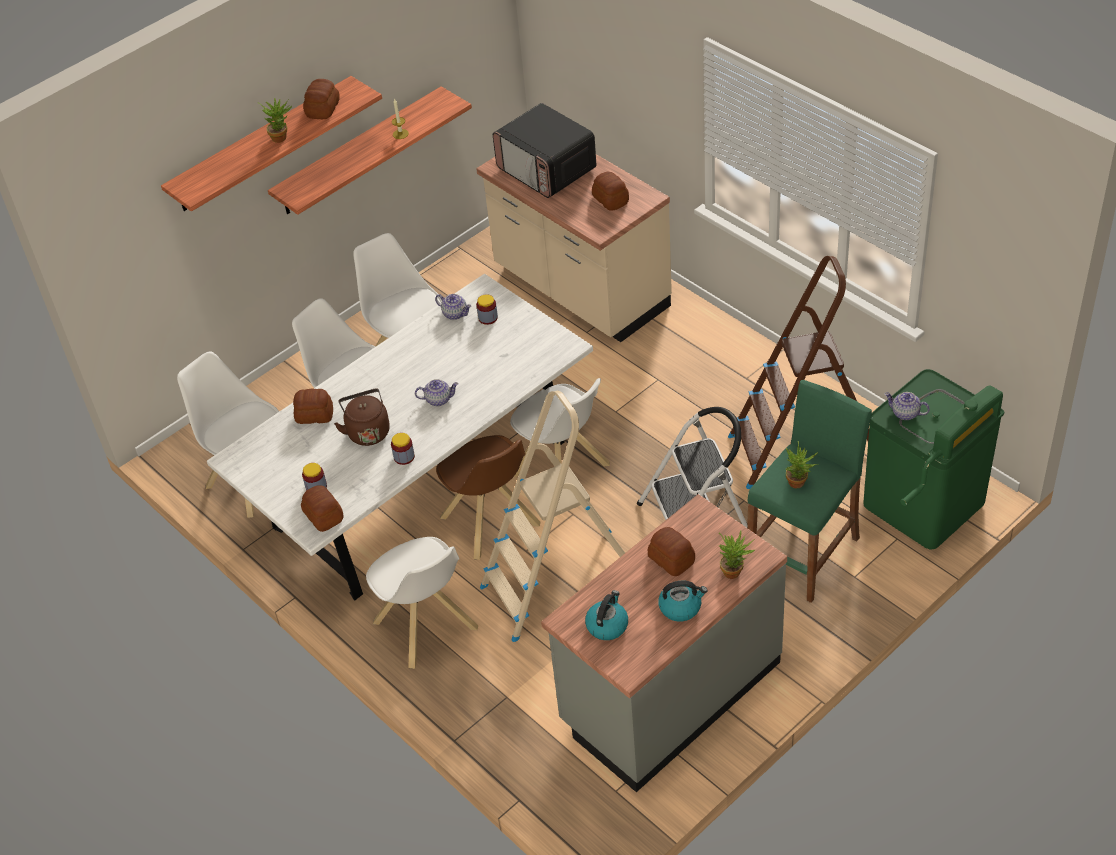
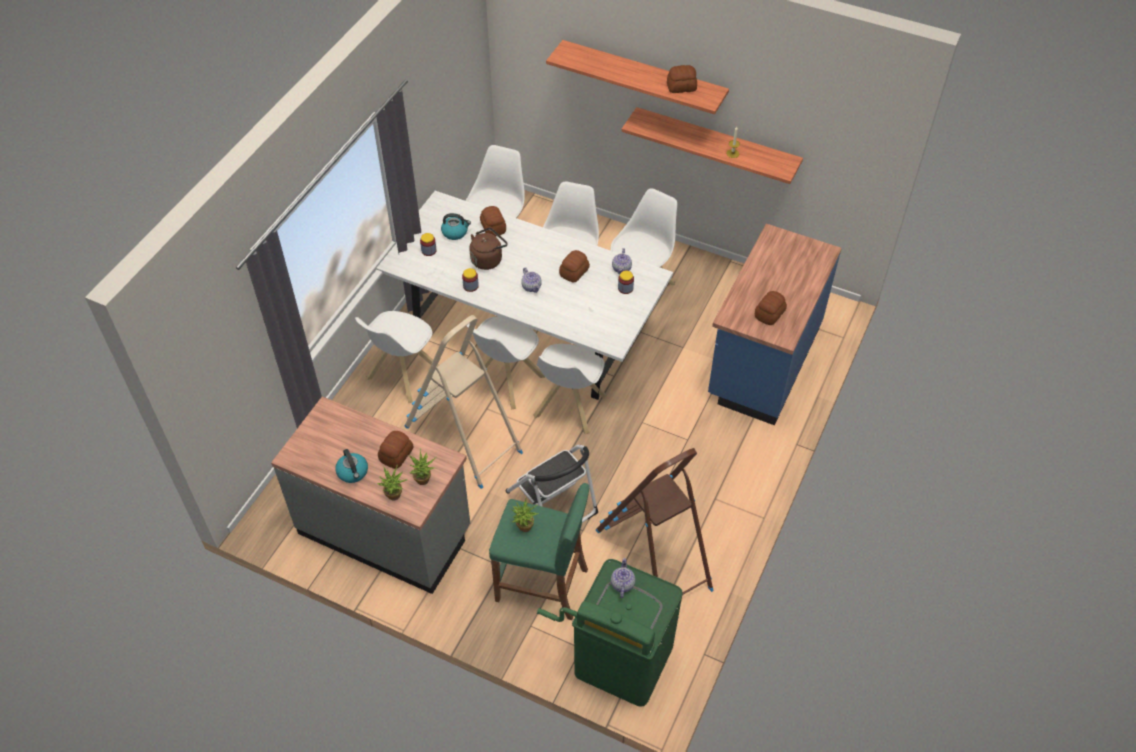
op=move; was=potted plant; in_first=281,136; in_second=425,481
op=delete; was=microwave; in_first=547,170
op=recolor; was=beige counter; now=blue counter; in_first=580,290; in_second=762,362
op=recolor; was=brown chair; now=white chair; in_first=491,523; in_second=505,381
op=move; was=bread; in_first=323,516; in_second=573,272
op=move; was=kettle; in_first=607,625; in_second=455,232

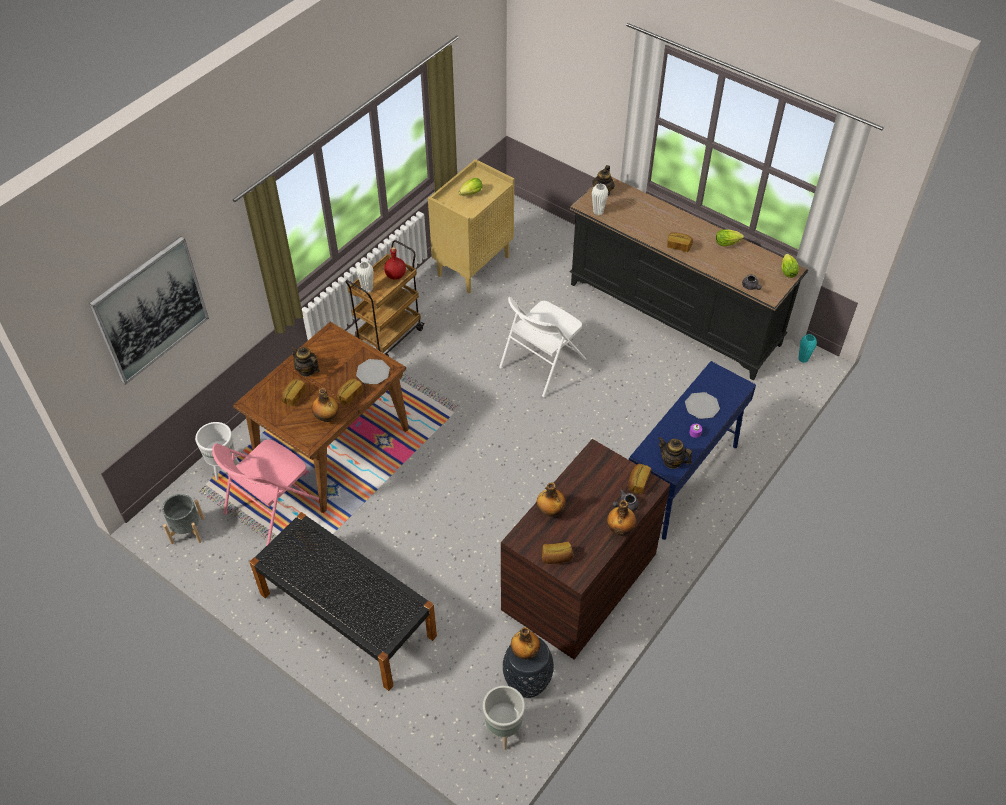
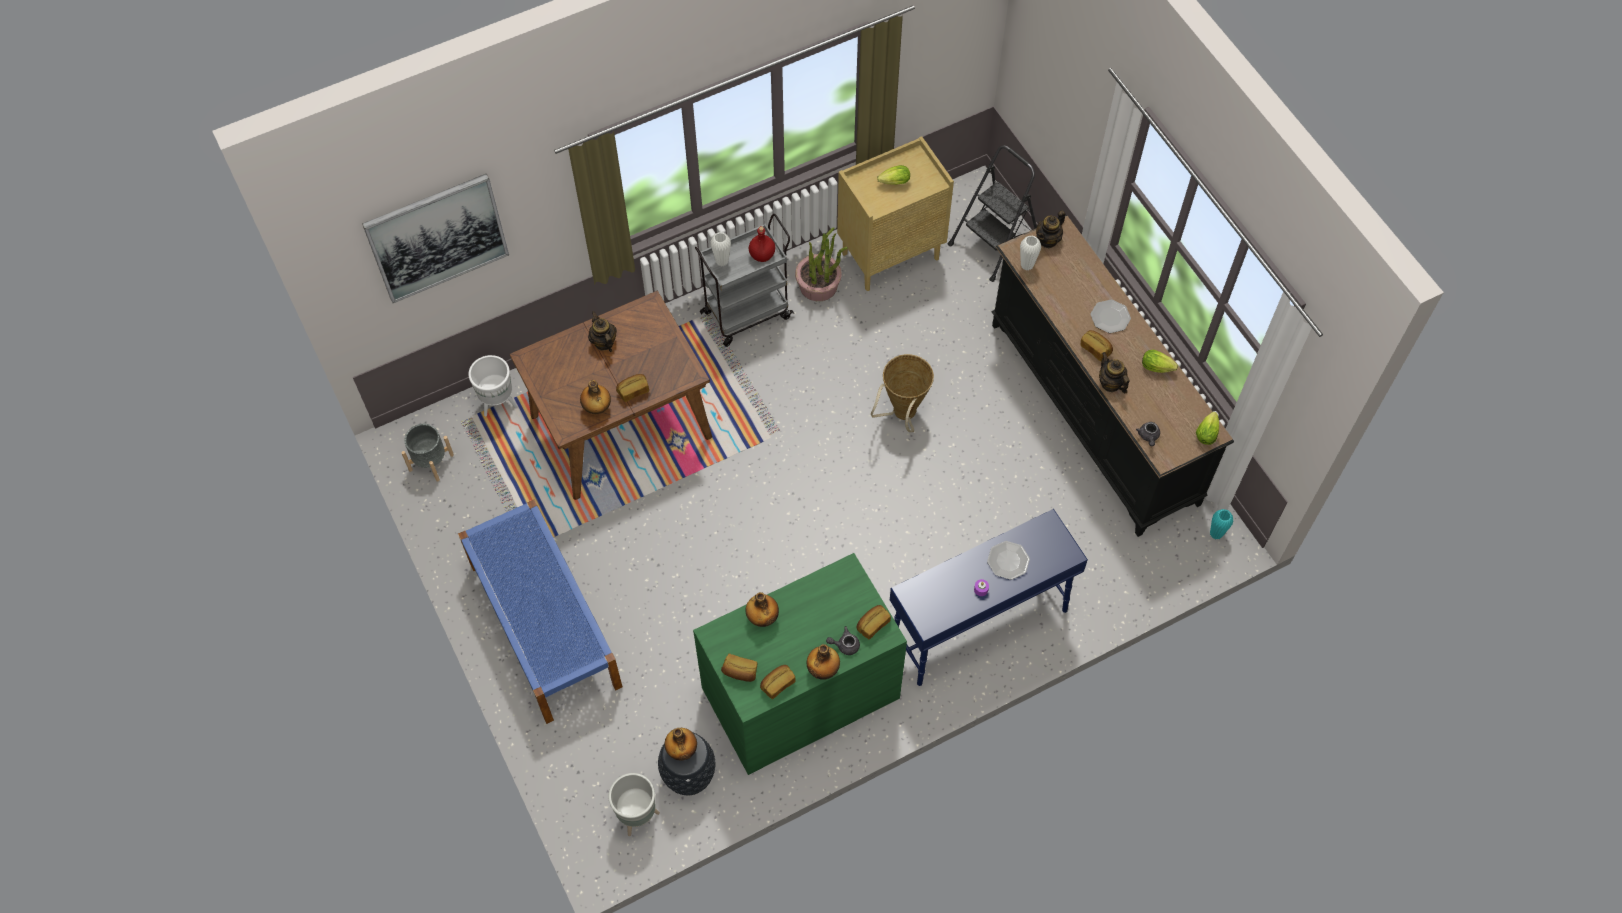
op=recolor; was=brown cart; now=grey cart; in_first=390,337; in_second=747,314
op=replace; was=white chair; now=basket; in_first=542,363; in_second=902,416
op=move; was=plate; in_first=373,372; in_second=1110,317
op=move; was=bread; in_first=293,396; in_second=777,684
op=move; was=teapot; in_first=672,461; in_second=1110,383
op=delete; was=pink chair; in_first=272,506
op=recolor; was=brown dresser; now=green dresser; in_first=579,581; in_second=800,693
op=recolor; was=black bench; now=blue bench; in_first=347,615; in_second=544,625
op=insert; now=black step ladder; in_second=997,241
op=insert; now=potted plant; in_second=819,285

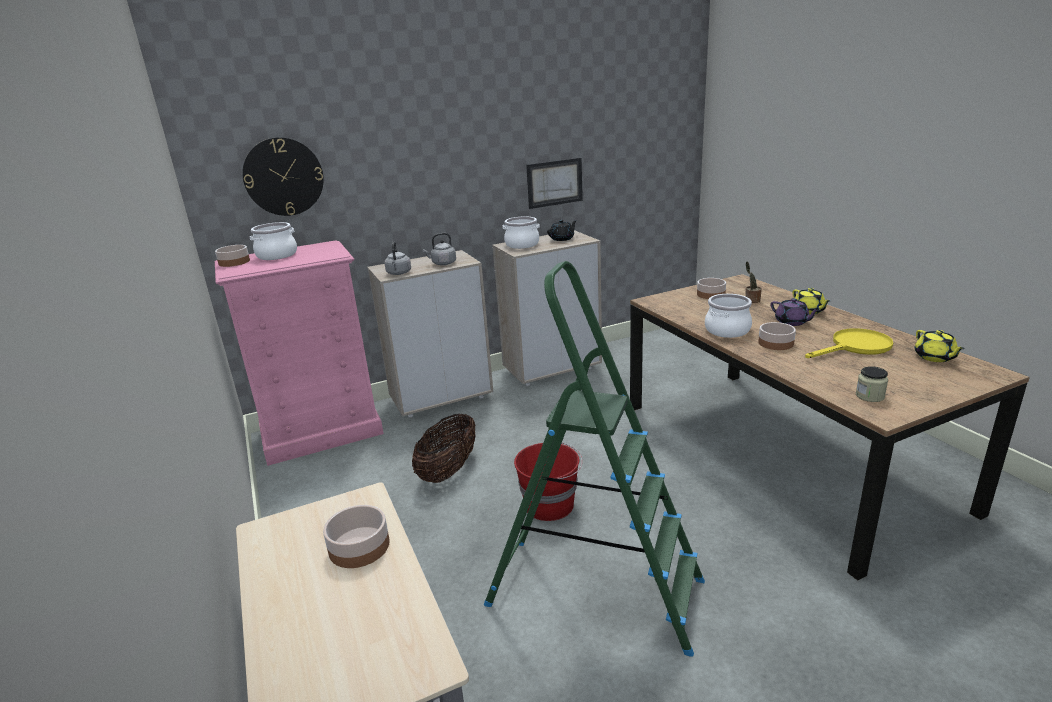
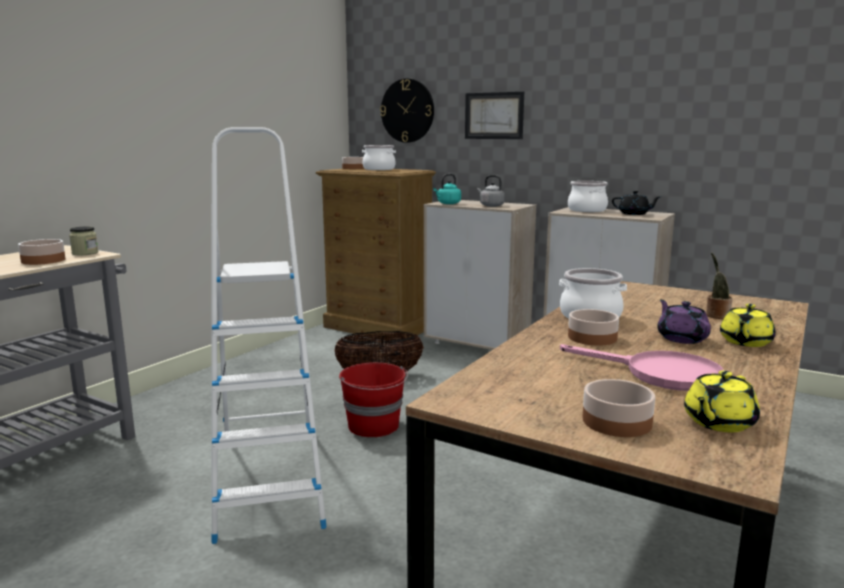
op=move; was=picture; in_first=554,183; in_second=494,115
op=recolor; was=pink dresser; now=brown dresser; in_first=323,432; in_second=379,327
op=recolor; was=grey kettle; now=turquoise kettle; in_first=398,273; in_second=448,203
op=recolor; was=green step ladder; now=white step ladder; in_first=596,592; in_second=269,476
op=move; was=bowl; in_first=710,294; in_second=616,421
op=rotate; was=purple teapot; in_first=792,322; in_second=681,338; clockwise=150
op=recolor; was=yellow frying pan; now=pink frying pan; in_first=855,347; in_second=659,374
op=move; was=jar; in_first=869,396; in_second=85,253

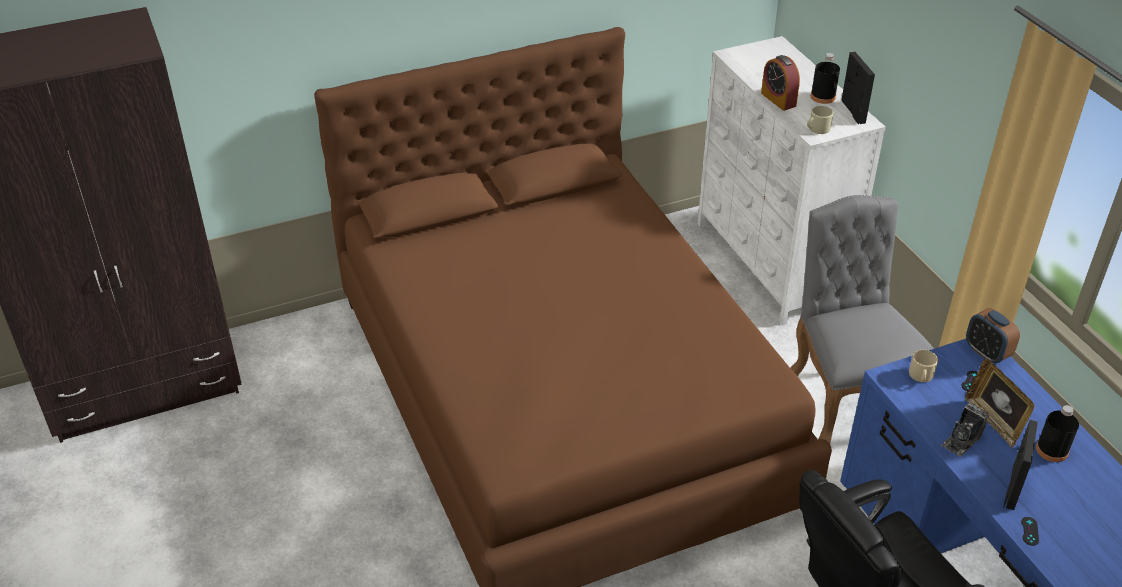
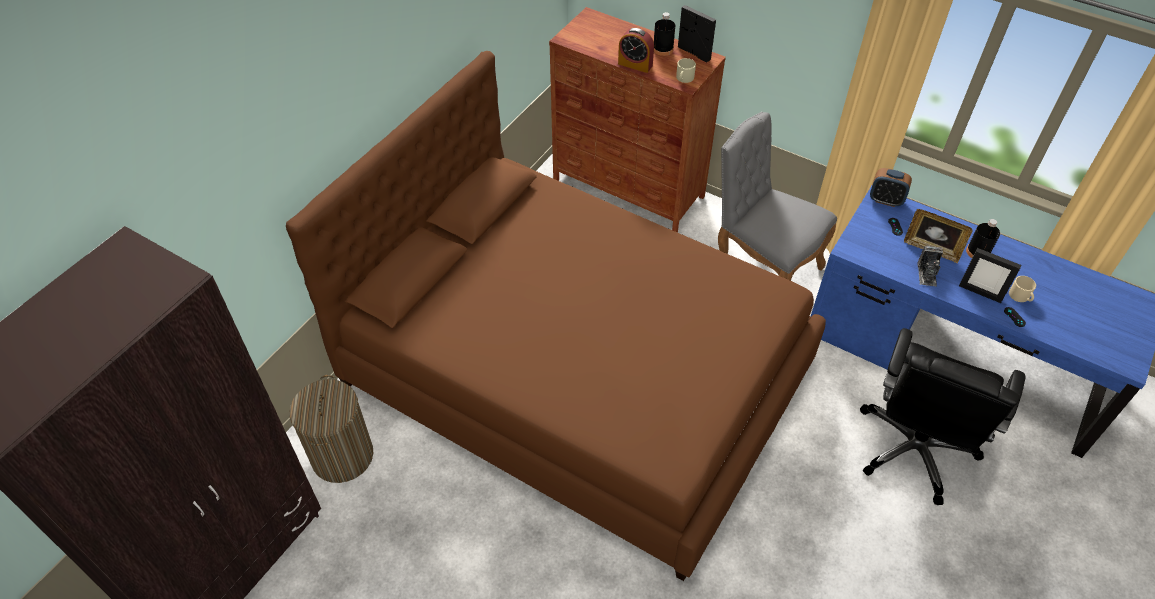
op=recolor; was=white dresser; now=brown dresser; in_first=770,263; in_second=628,188
op=move; was=beige mug; in_first=921,376; in_second=1020,296
op=rotate; was=picture frame; in_first=1011,488; in_second=980,292; clockwise=135
op=insert; now=laundry basket; in_second=342,455

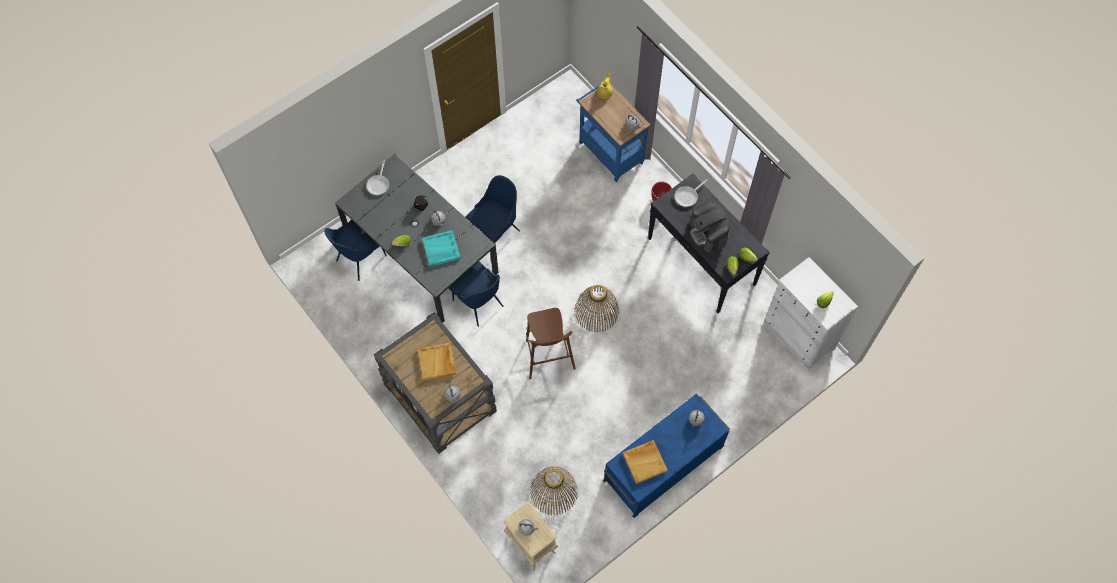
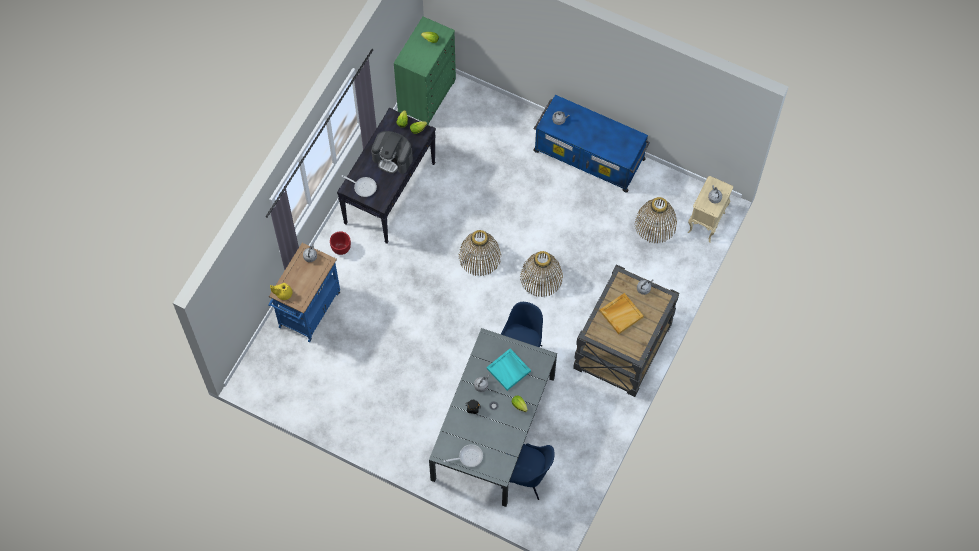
op=delete; was=blue chair; in_first=495,233
op=rotate; was=coffee machine; in_first=708,233; in_second=393,158; clockwise=75
op=recolor; was=white dresser; now=green dresser; in_first=798,338; in_second=428,97
op=replace; was=brown stool; now=basket; in_first=548,357; in_second=541,277
op=delete; was=beige tray; in_first=645,462

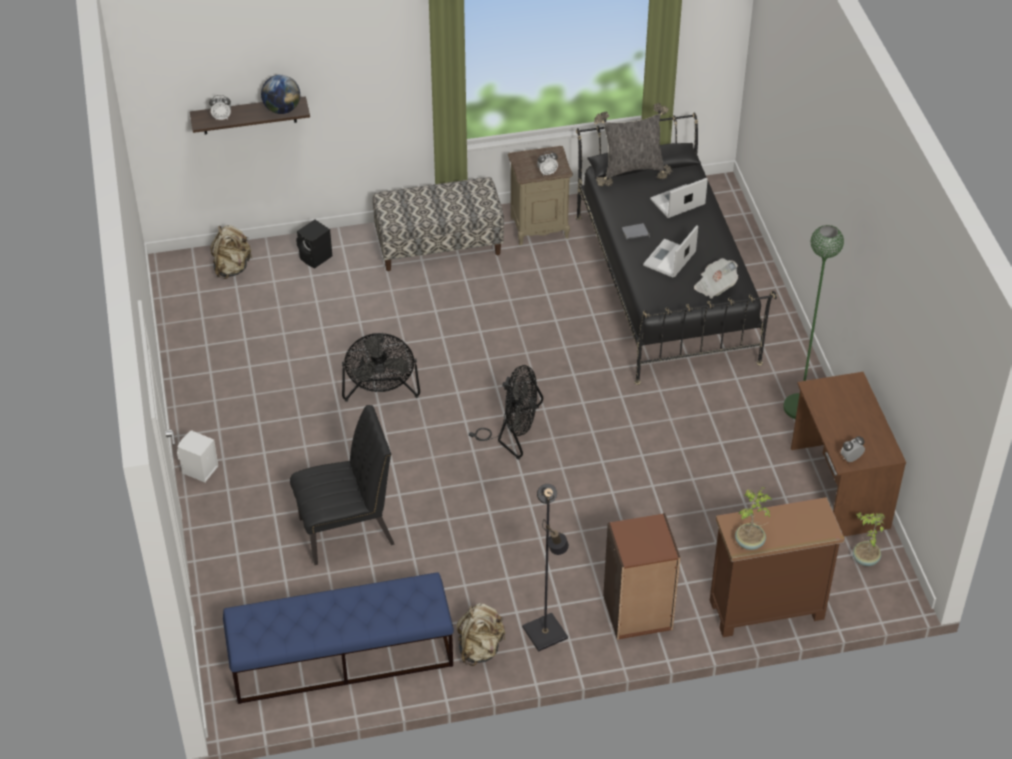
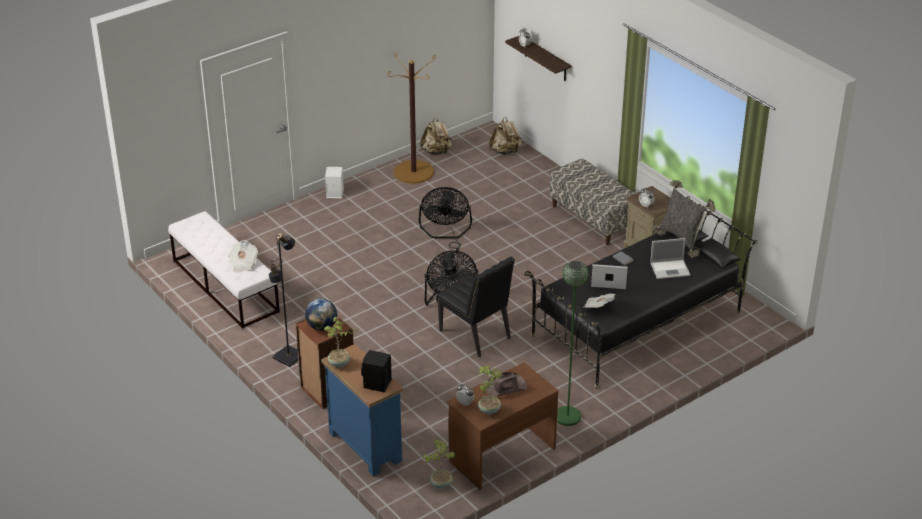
op=move; was=globe; in_first=282,109; in_second=321,327
op=rotate; was=laptop; in_first=676,202; in_second=670,269; clockwise=135
op=move; was=black speaker; in_first=316,258; in_second=376,384
op=rotate; was=black fan; in_first=378,388; in_second=447,234; clockwise=120
op=move; was=black chair; in_first=346,532; in_second=474,334
op=recolor; was=brown dresser; now=blue dresser; in_first=765,609; in_second=365,446
op=recolor; was=blue bench; now=white bench; in_first=340,658; in_second=225,285
op=move; was=beige backpack; in_first=480,649; in_second=436,151
op=insert; now=brown clothes rack; in_second=413,172
op=insert; now=newspaper; in_second=243,263
op=insert; now=potted plant; in_second=488,410
op=insert; now=brown hat; in_second=505,387

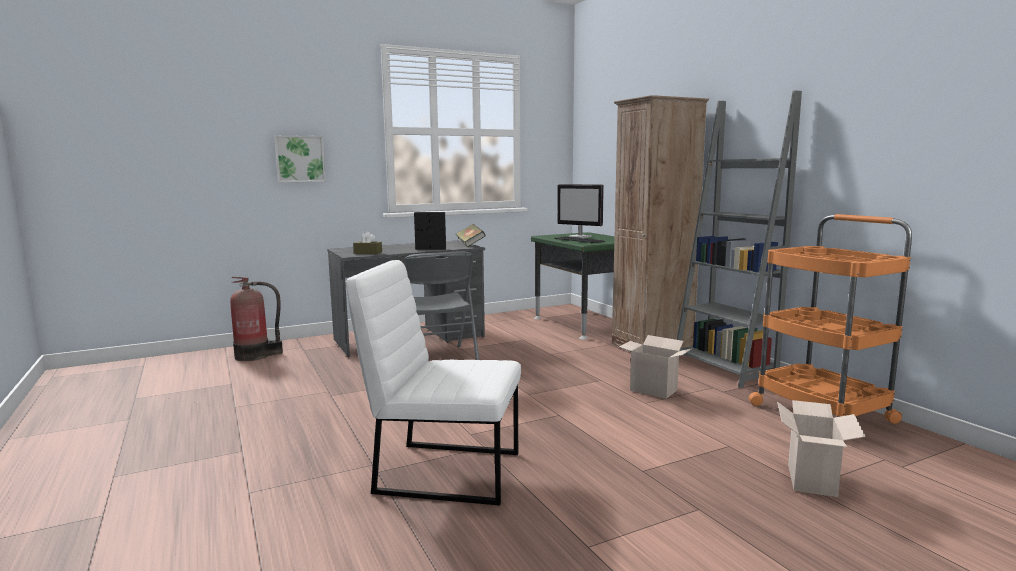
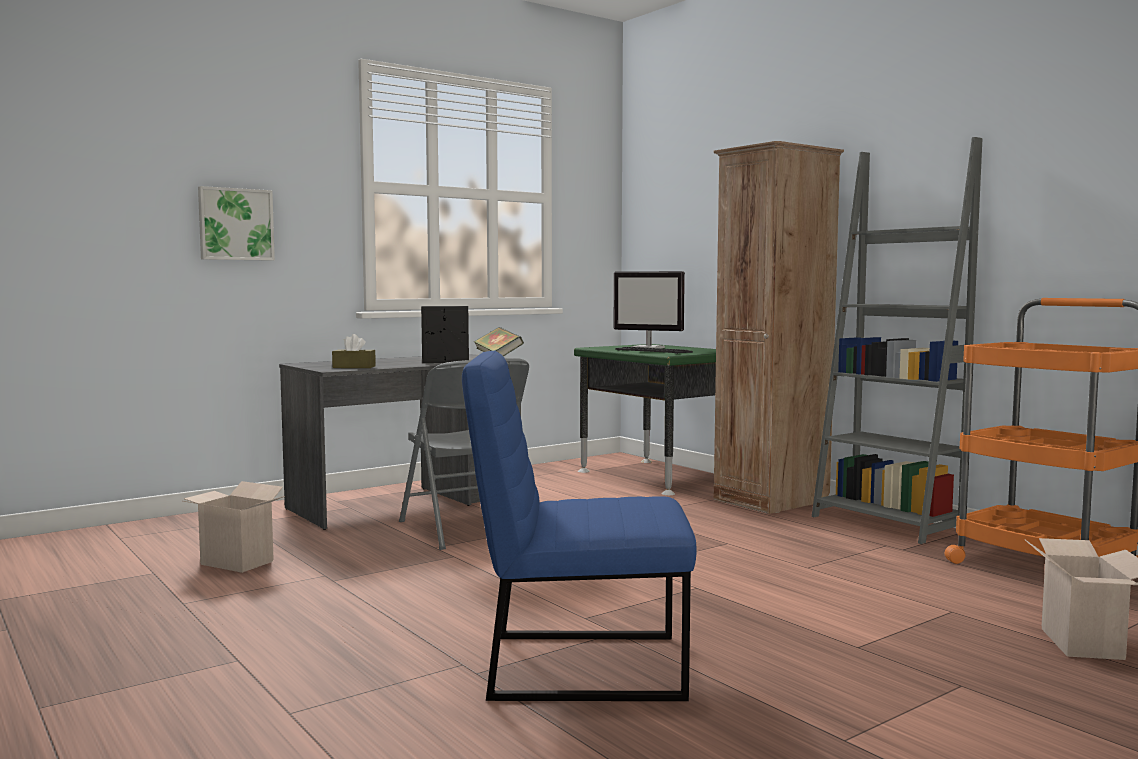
op=recolor; was=white chair; now=blue chair; in_first=444,471; in_second=578,665
op=delete; was=fire extinguisher; in_first=255,356
op=move; was=cardboard box; in_first=651,390; in_second=234,563

